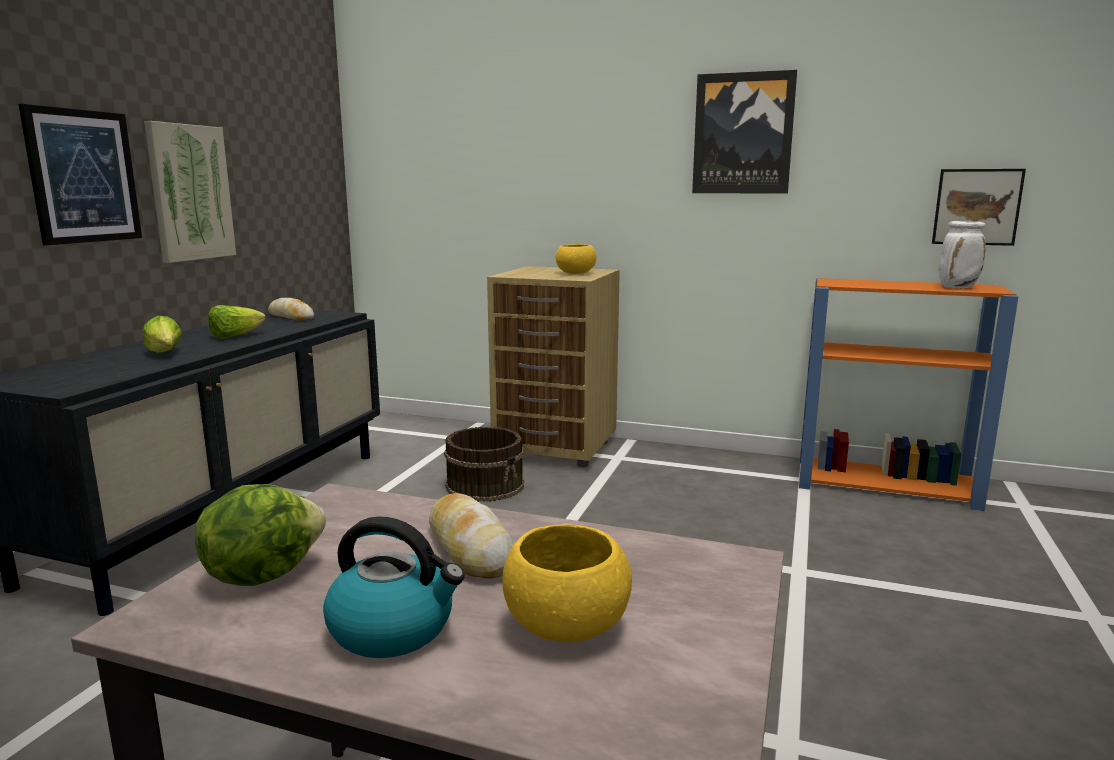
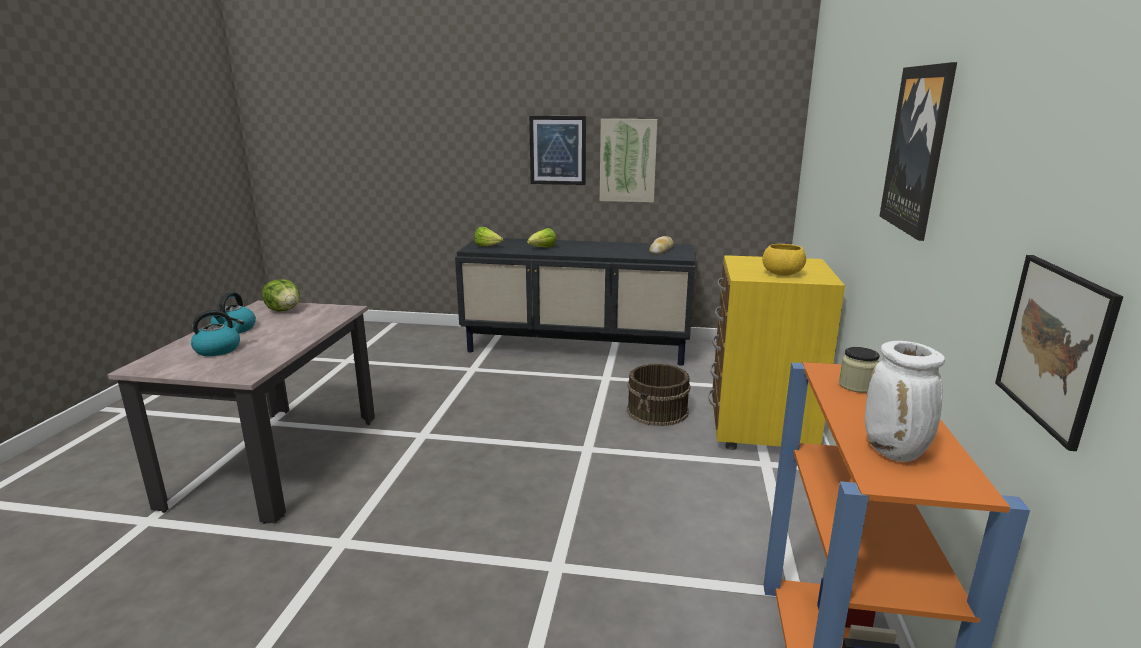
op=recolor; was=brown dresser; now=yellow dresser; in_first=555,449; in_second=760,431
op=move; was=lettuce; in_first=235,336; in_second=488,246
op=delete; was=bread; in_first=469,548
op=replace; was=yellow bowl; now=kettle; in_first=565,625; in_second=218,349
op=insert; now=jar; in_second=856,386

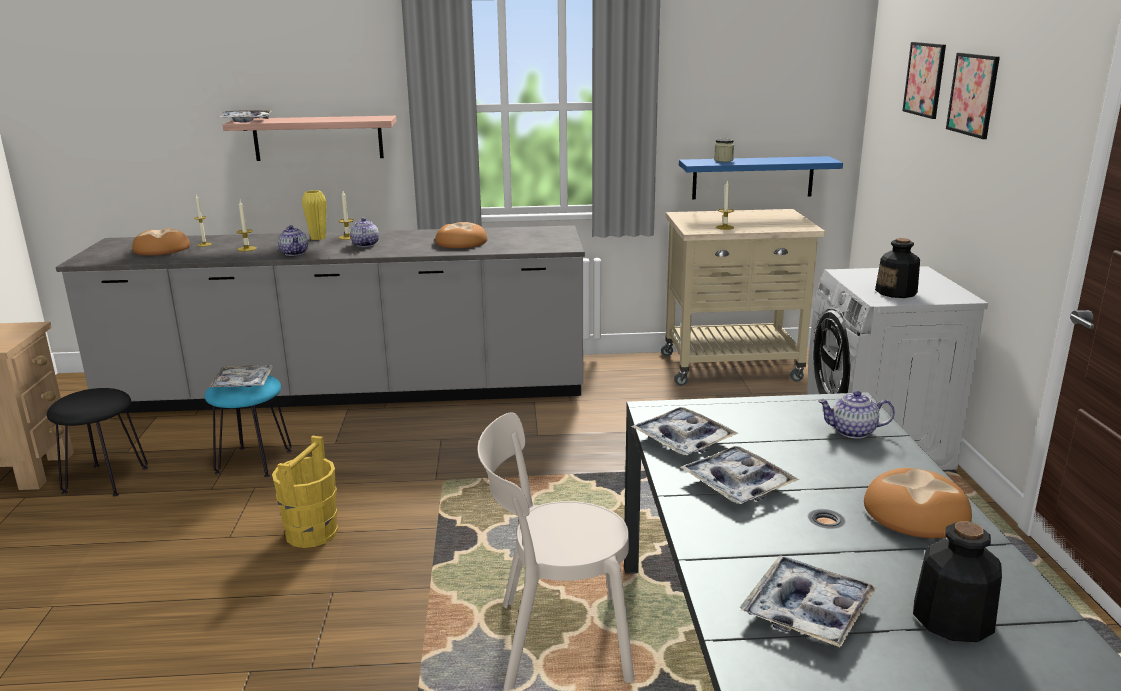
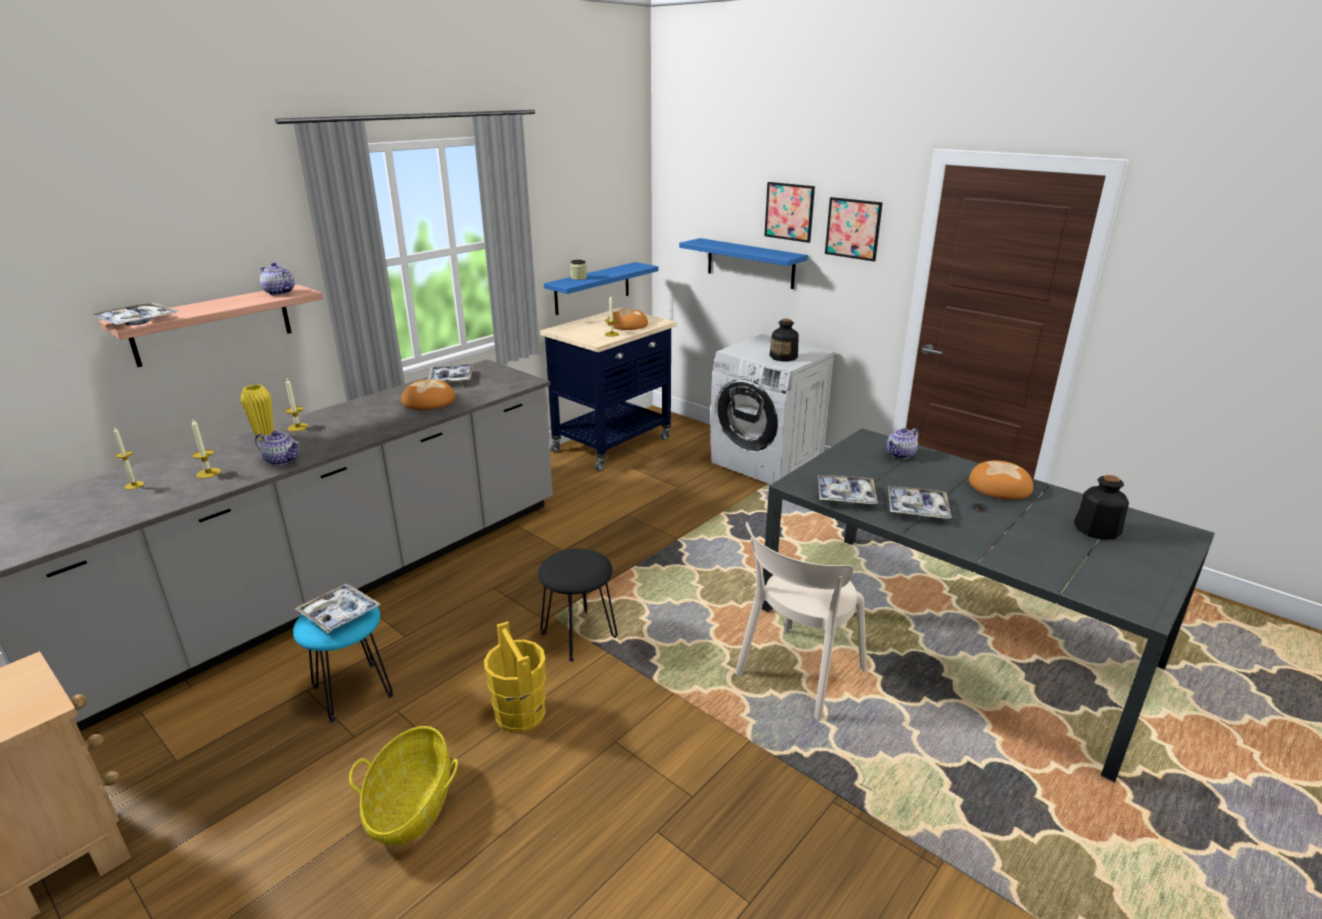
op=move; was=picture; in_first=924,79; in_second=853,228
op=recolor; was=beige cart; now=blue cart; in_first=731,367; in_second=612,444
op=move; was=teapot; in_first=365,244; in_second=279,293
op=move; was=bread; in_first=161,249; in_second=628,325
op=move; was=black stool; in_first=106,480; in_second=579,635
op=move; was=tray; in_first=807,611; in_second=451,379
op=insert; now=blue shelf; in_second=750,263
op=insert; now=basket; in_second=411,806

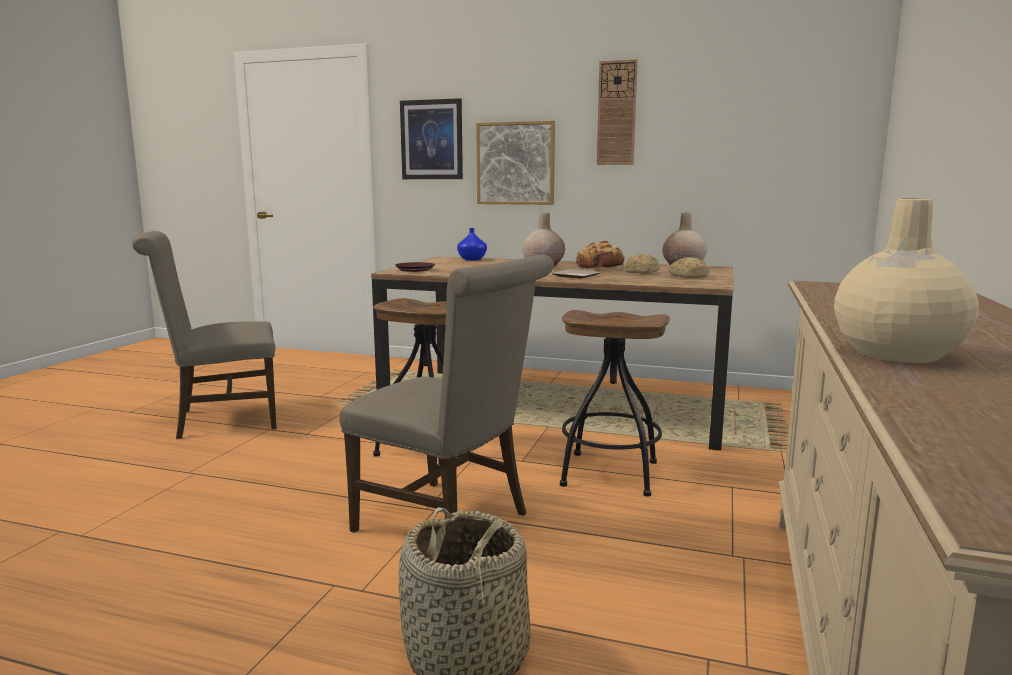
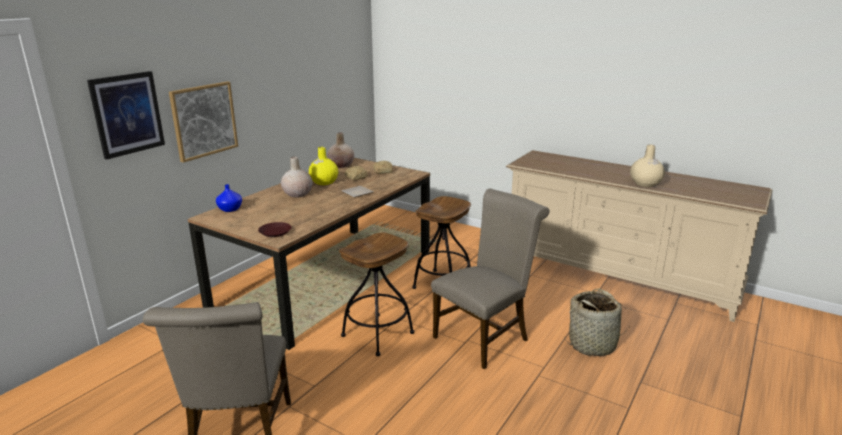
op=delete; was=wall clock; in_first=616,113
op=replace; was=bread; now=yellow vase; in_first=600,267; in_second=324,182

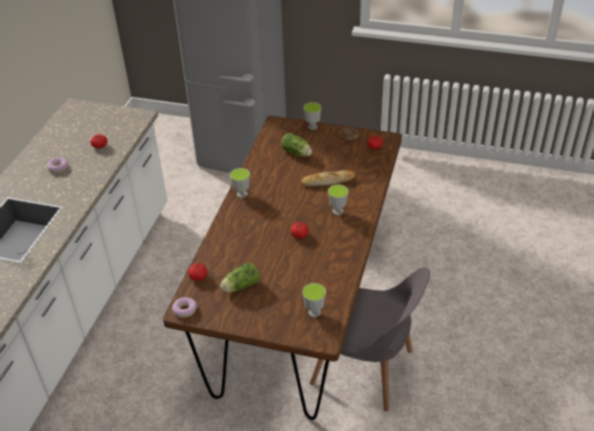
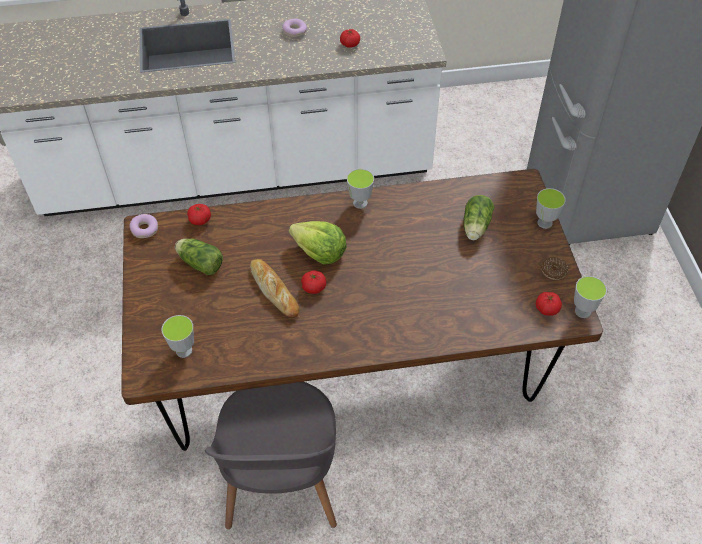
op=move; was=bread; in_first=328,181; in_second=274,290
op=move; was=cup; in_first=337,211; in_second=582,311
op=insert; now=lettuce; in_second=319,252

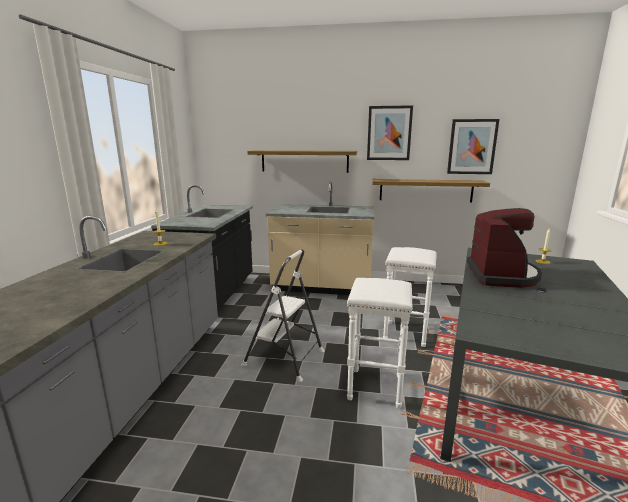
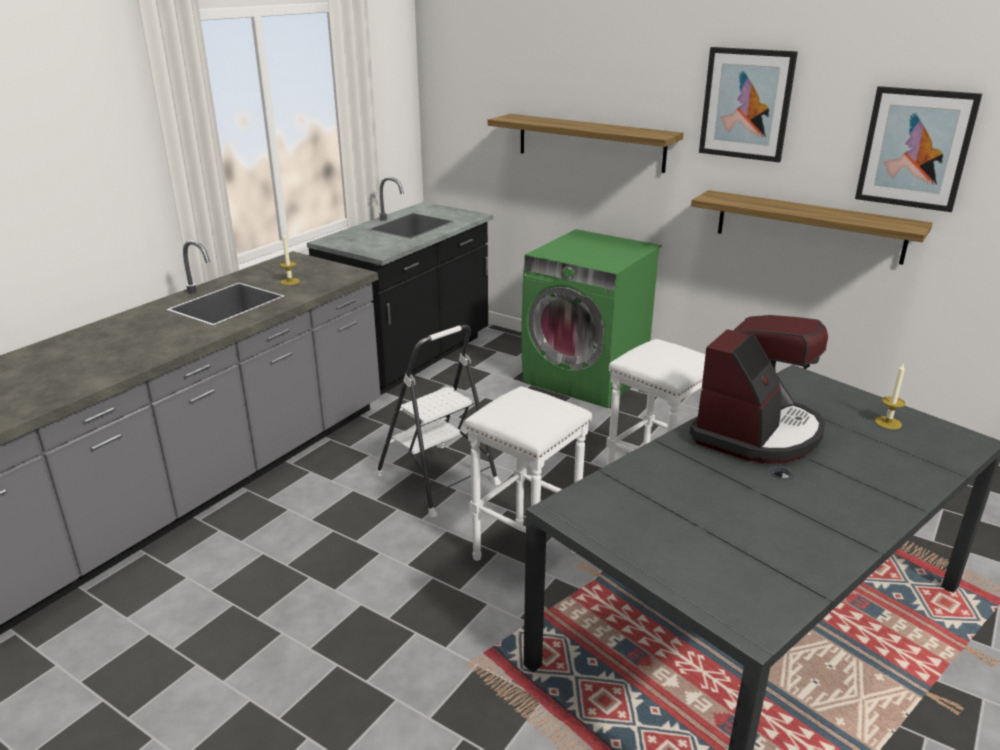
op=replace; was=beige counter; now=green washing machine; in_first=322,287; in_second=588,377

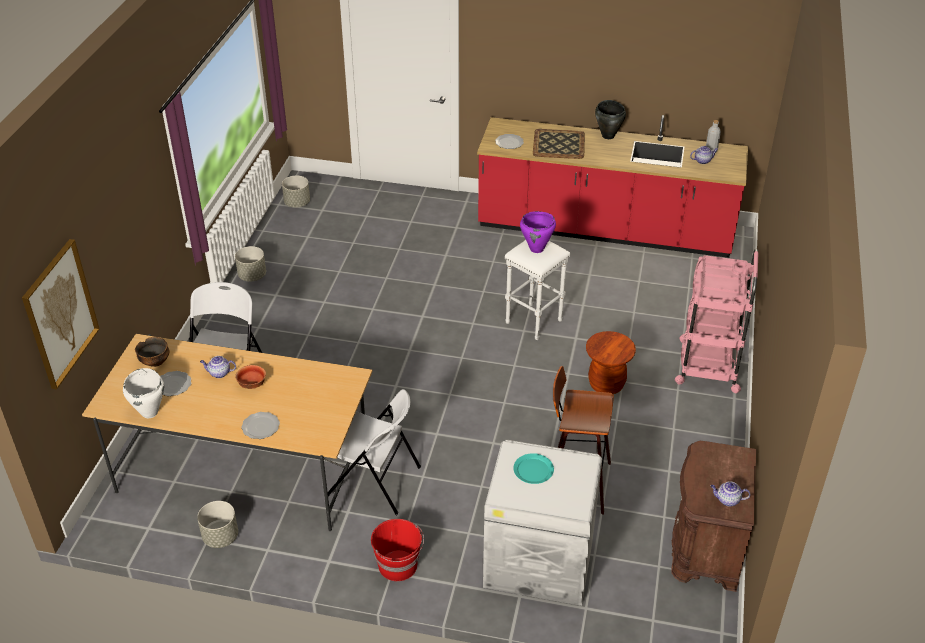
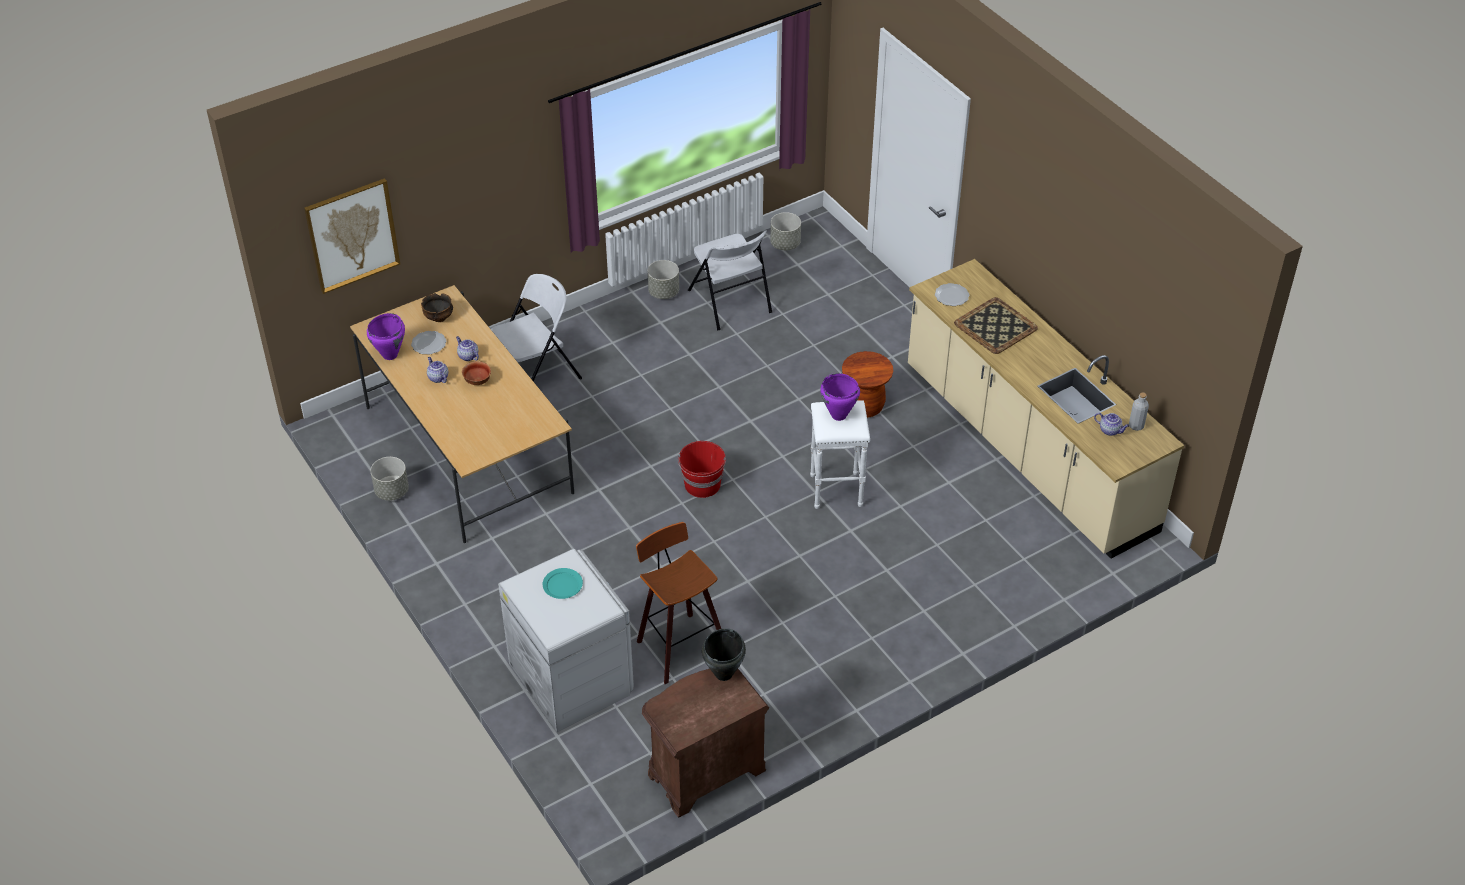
op=move; was=black cooking pot; in_first=608,136; in_second=724,674
op=recolor; was=red counter; now=beige counter; in_first=604,230; in_second=1027,450
op=delete; was=pink cart; in_first=708,365
op=move; was=brown stool; in_first=606,384; in_second=865,406
op=recolor; was=white cooking pot; now=purple cooking pot; in_first=150,412; in_second=390,355
op=move; was=white chair; in_first=373,481; in_second=729,301
op=delete; was=plate; in_first=260,426
op=move; was=teapot; in_first=727,500; in_second=438,377
op=move; was=red bucket; in_first=398,565; in_second=702,485

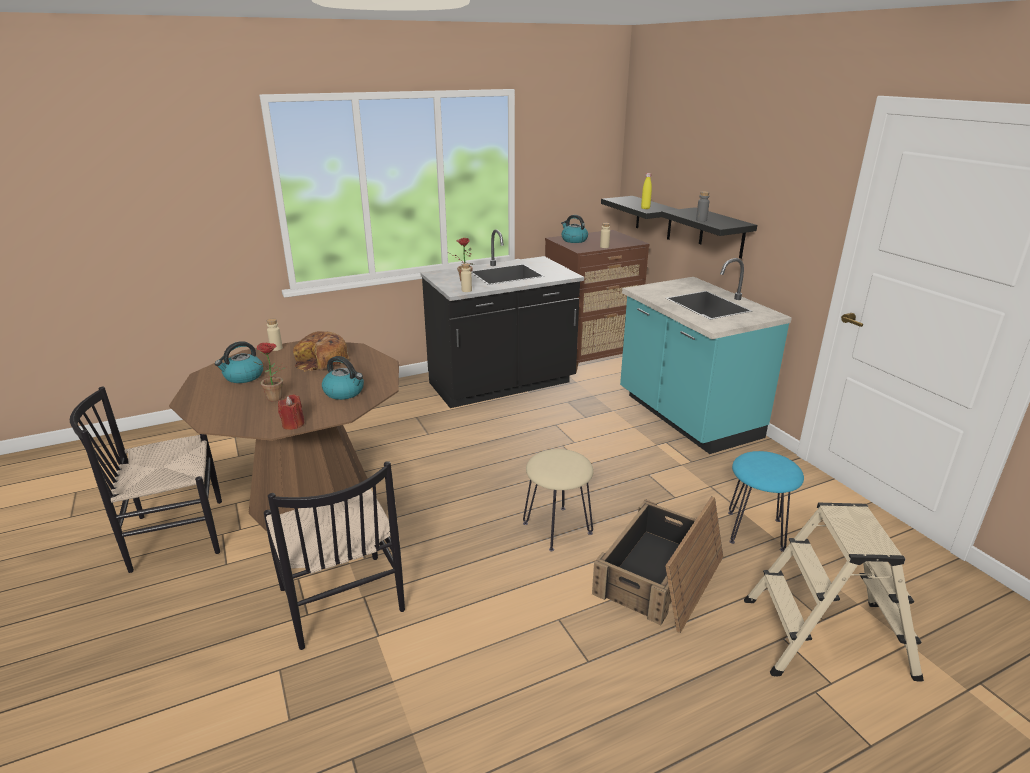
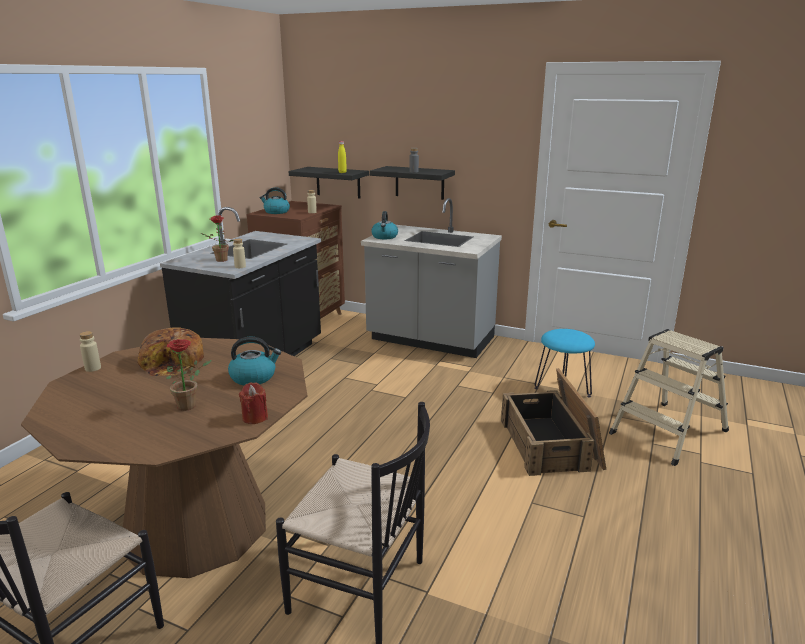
op=recolor; was=turquoise counter; now=grey counter; in_first=686,417; in_second=430,340
op=move; was=kettle; in_first=243,377; in_second=385,237
op=delete; was=beige stool; in_first=557,528

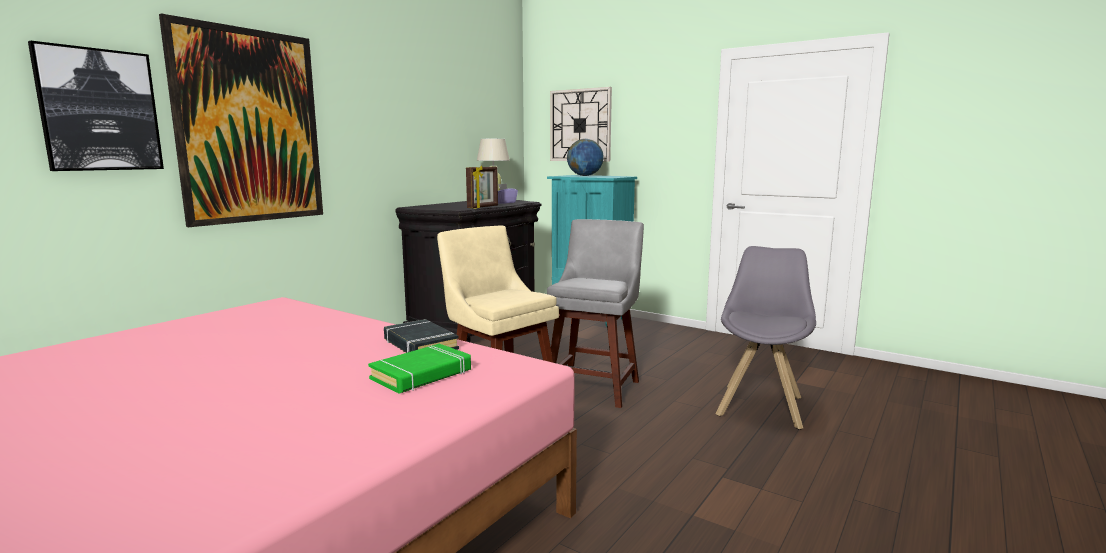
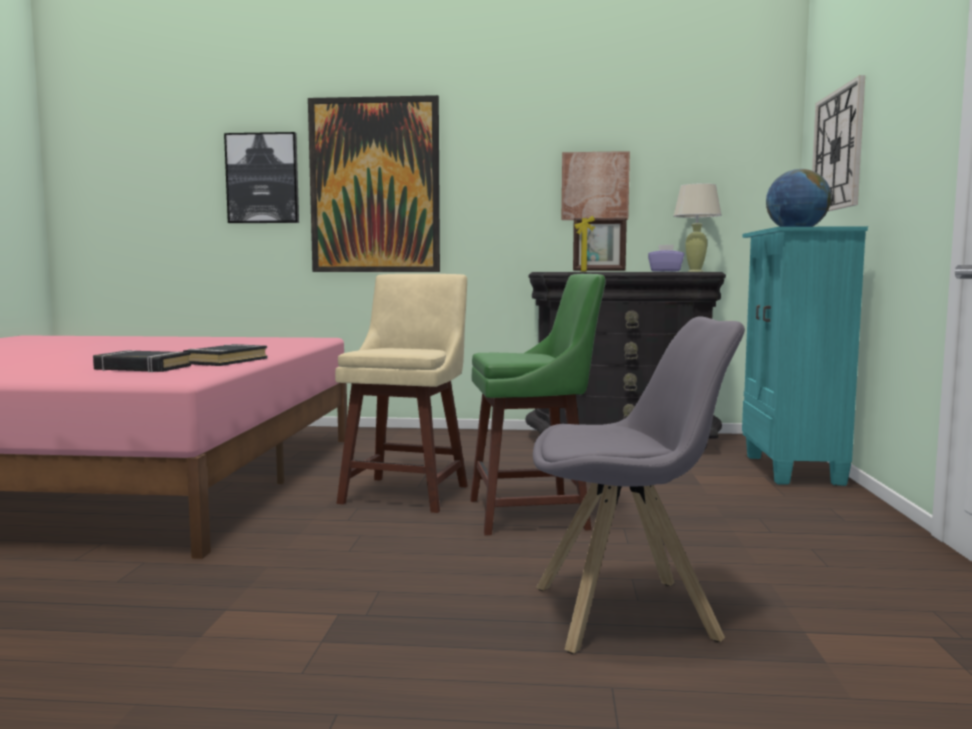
op=recolor; was=grey chair; now=green chair; in_first=595,386; in_second=535,513
op=recolor; was=green book; now=black book; in_first=422,375; in_second=142,368
op=insert; now=picture; in_second=595,186

